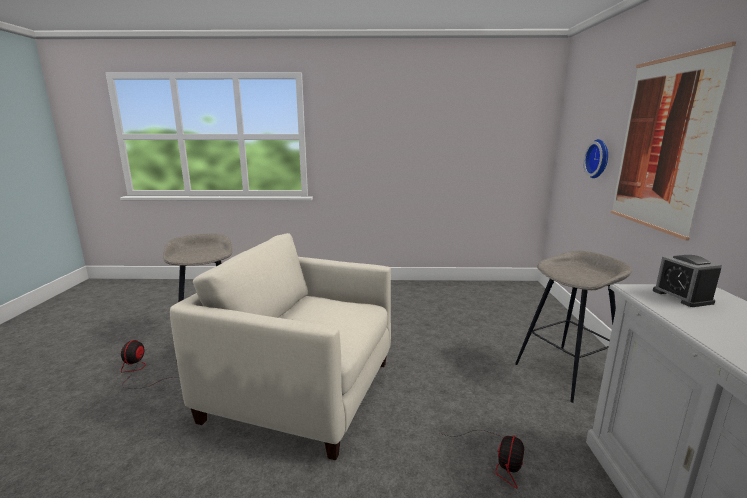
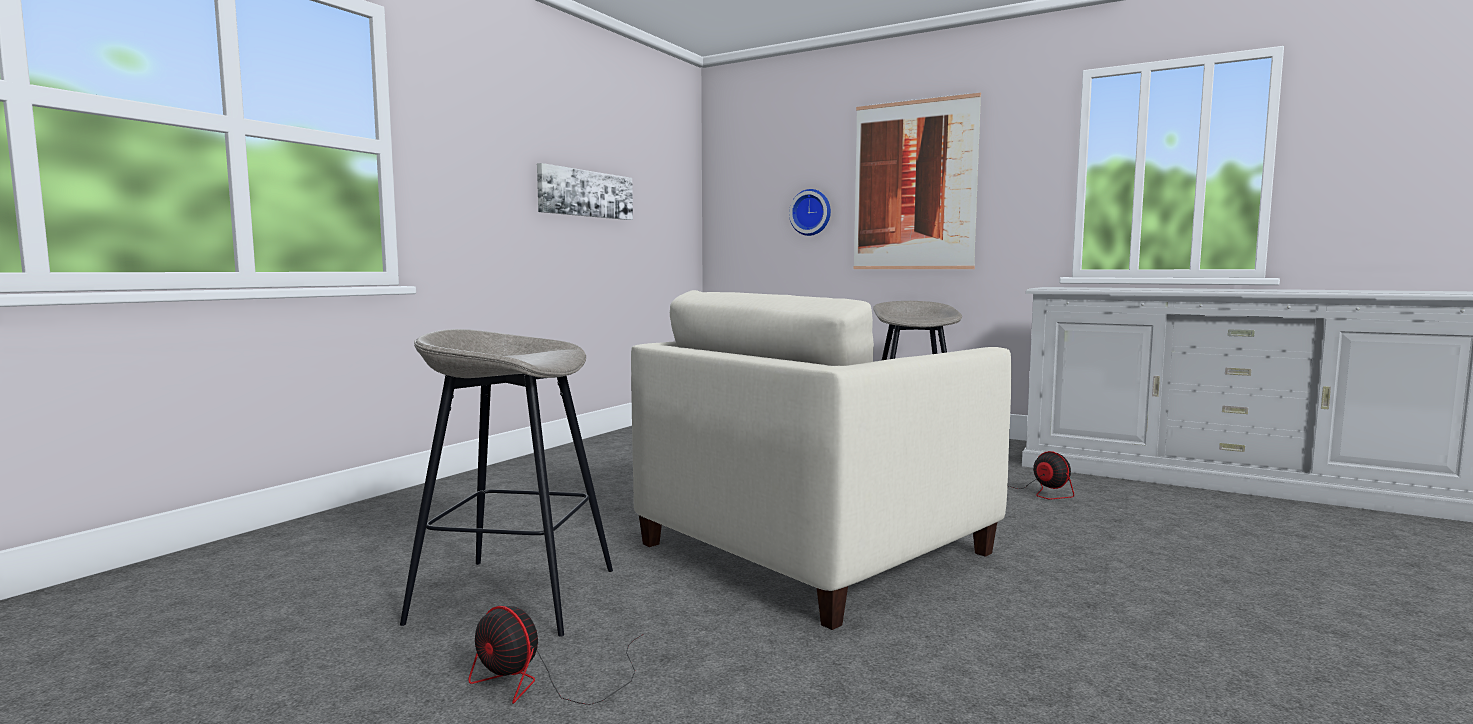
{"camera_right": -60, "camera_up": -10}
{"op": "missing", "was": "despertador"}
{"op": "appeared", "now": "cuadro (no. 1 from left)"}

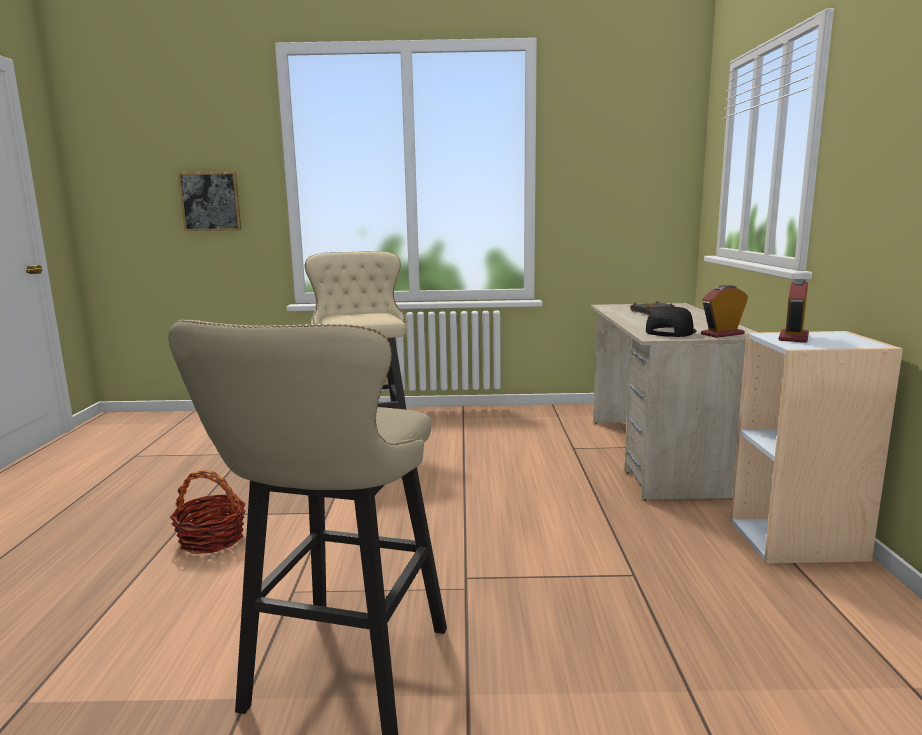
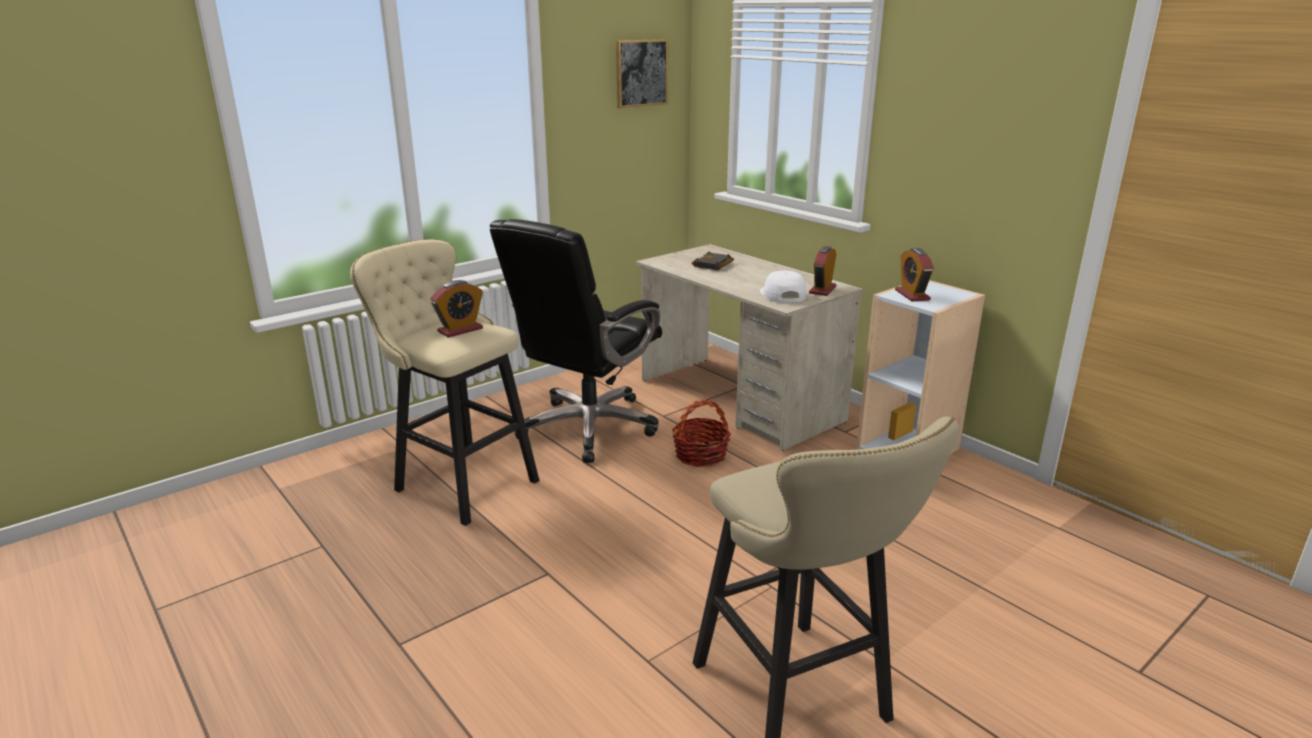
{"camera_right": -40, "camera_up": 10}
{"op": "relocated", "was": "cesta"}
{"op": "relocated", "was": "cuadro"}
{"op": "colour", "was": "gorra/negro", "now": "gorra/blanco"}
{"op": "appeared", "now": "despertador (no. 1 from left)"}
{"op": "appeared", "now": "silla de oficina/negro"}

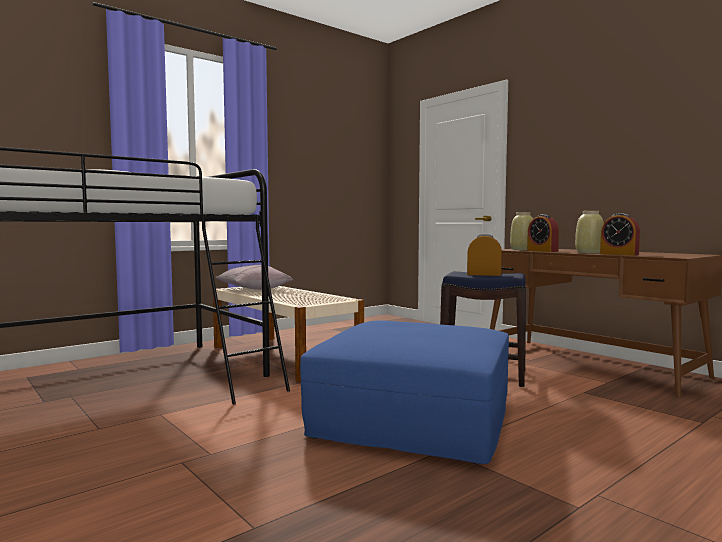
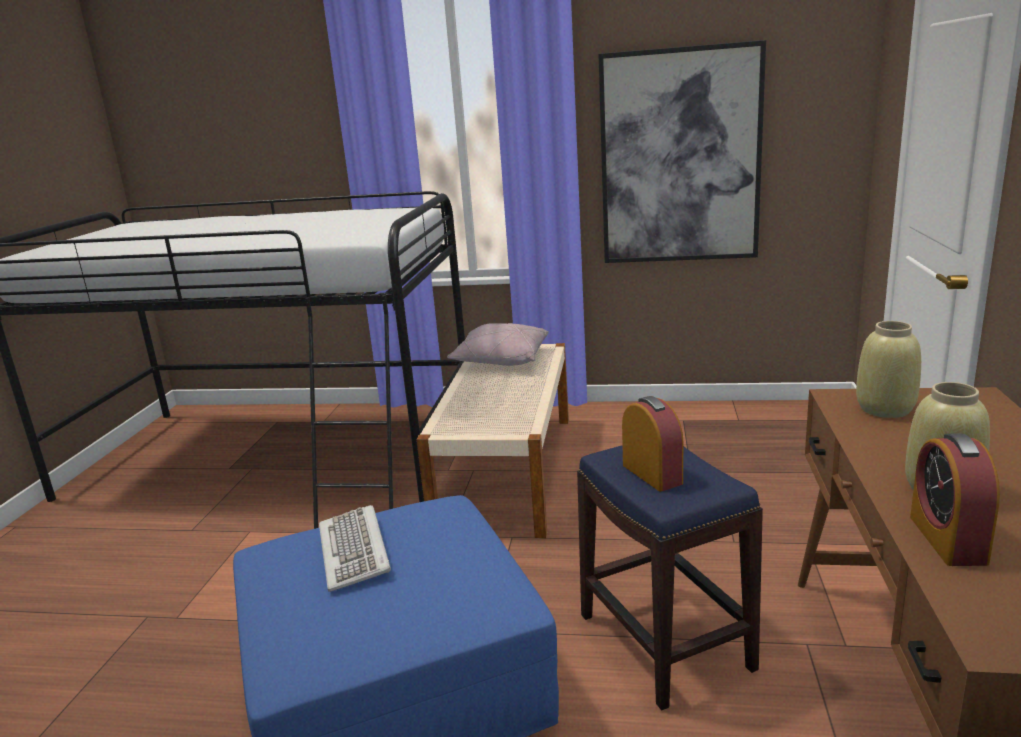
{"camera_right": 50, "camera_up": 15}
{"op": "missing", "was": "despertador (no. 2 from left)"}
{"op": "appeared", "now": "teclado"}
{"op": "appeared", "now": "cuadro"}

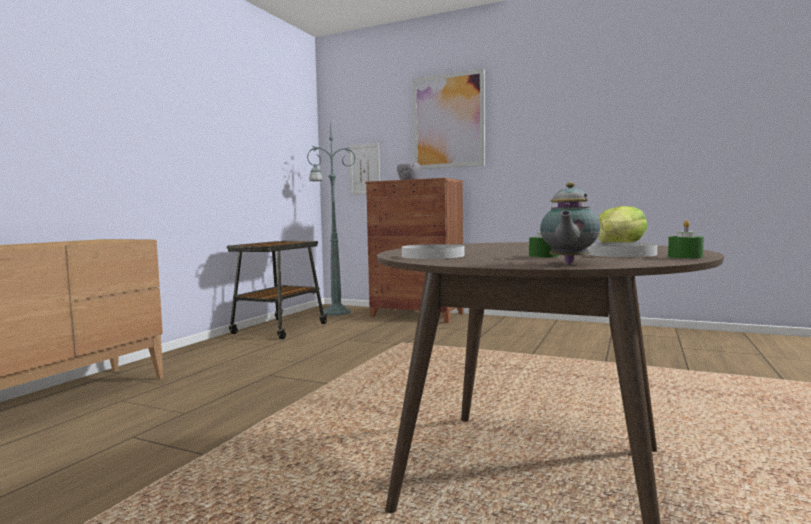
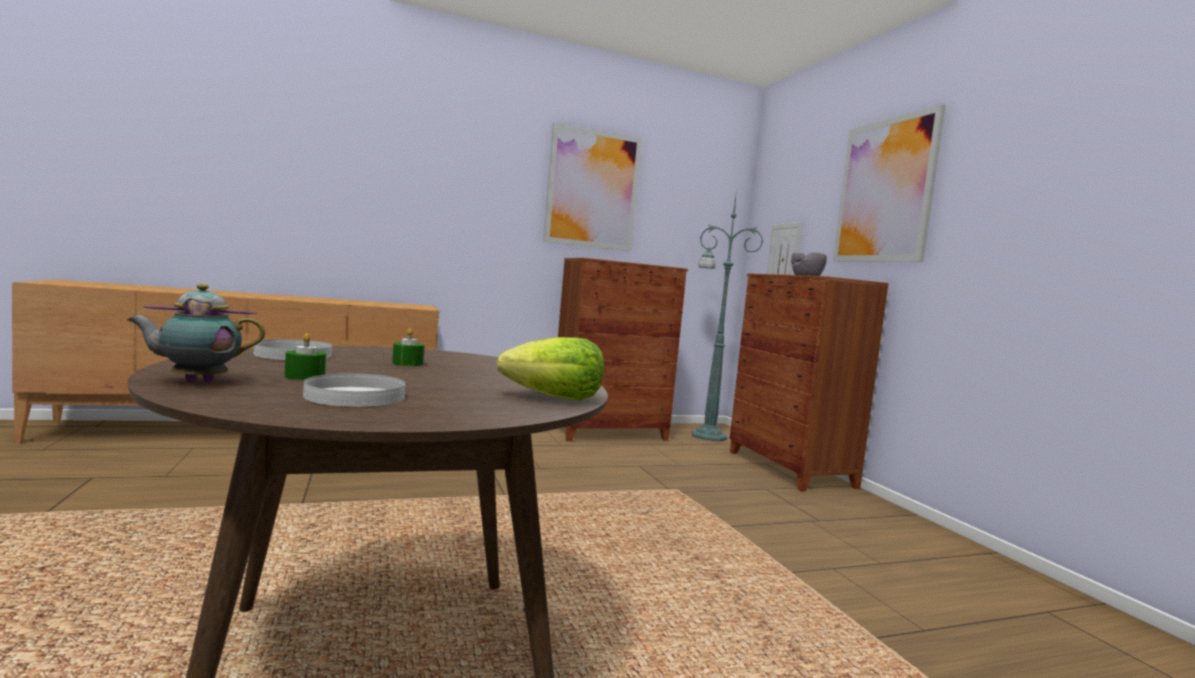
{"camera_right": 45, "camera_up": 0}
{"op": "exchanged", "was": "carrito", "now": "cómoda/marrón (no. 1 from left)"}
{"op": "relocated", "was": "vela/verde (no. 2 from left)"}
{"op": "appeared", "now": "cuadro (no. 1 from left)"}

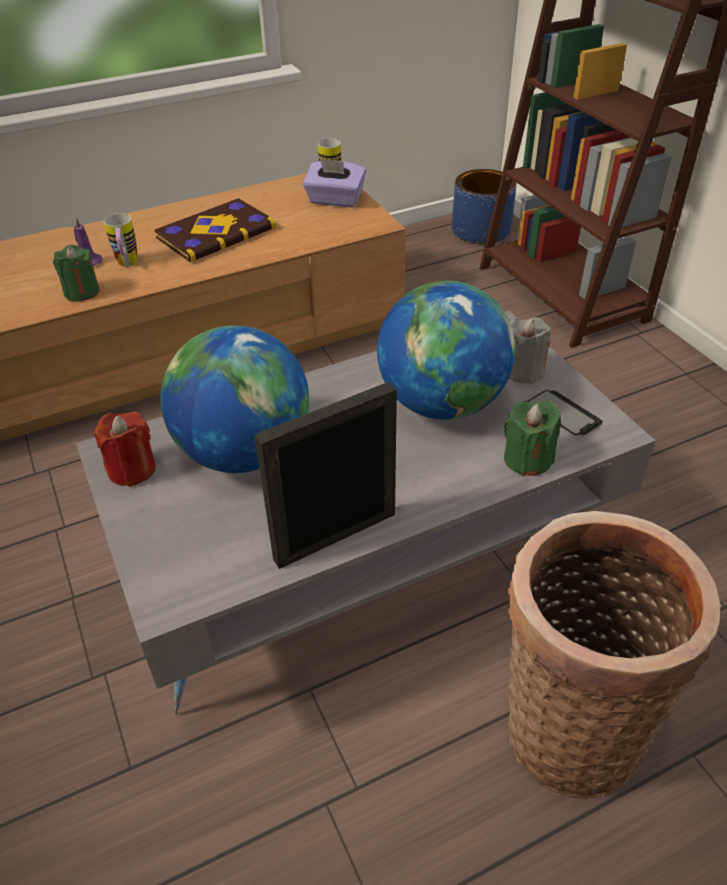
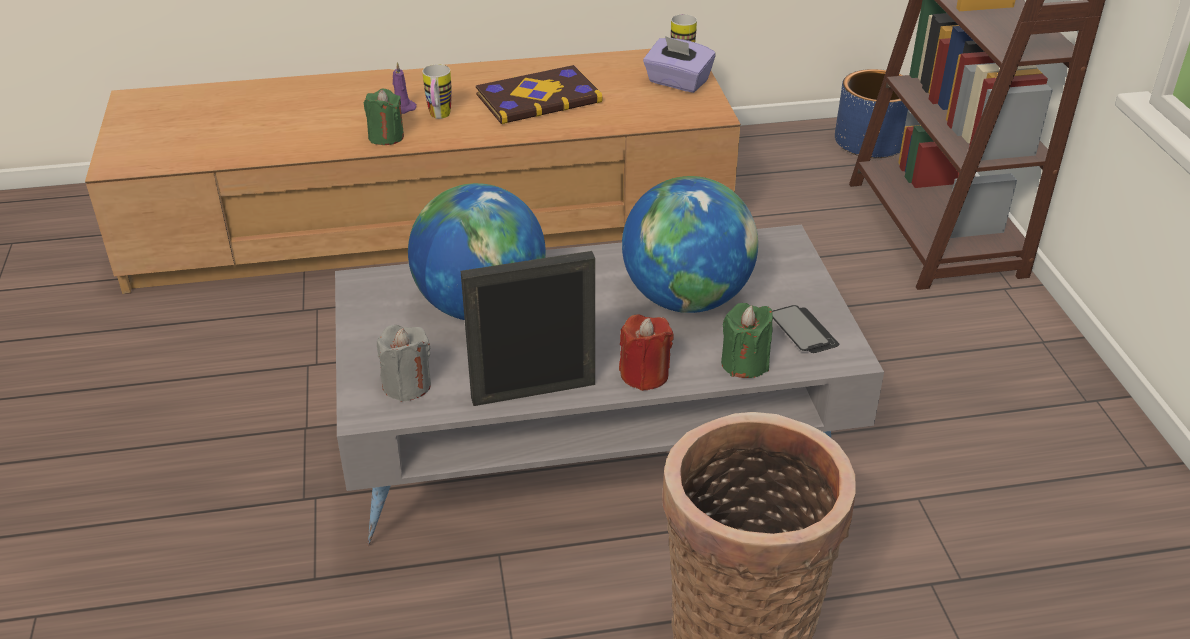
{"camera_right": 15, "camera_up": -5}
{"op": "relocated", "was": "vela/rojo"}
{"op": "relocated", "was": "vela/gris"}

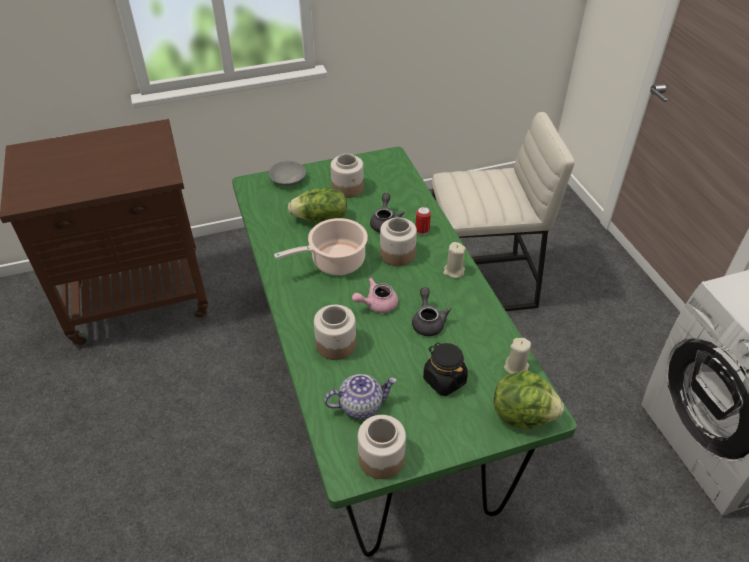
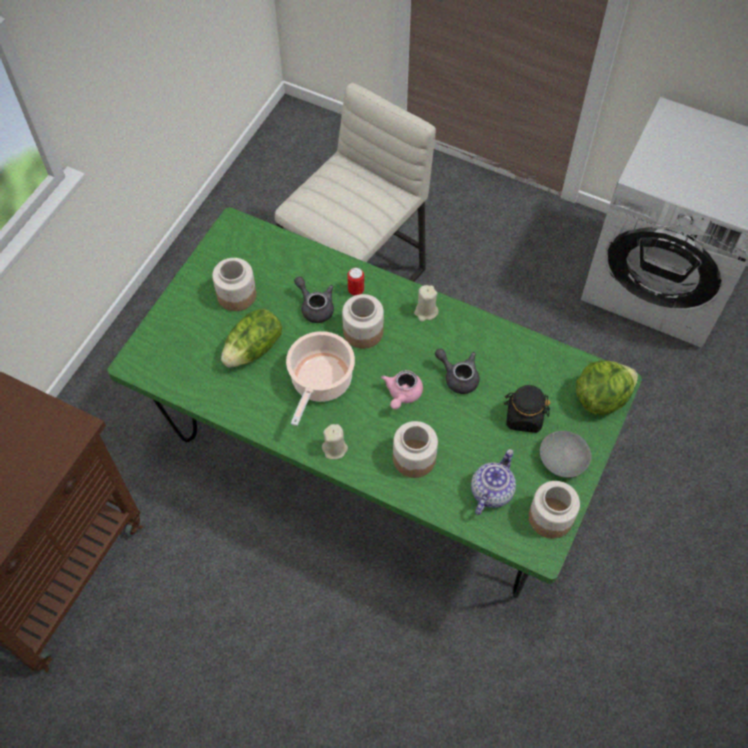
{"camera_right": -45, "camera_up": 15}
{"op": "relocated", "was": "cuenco/gris"}
{"op": "relocated", "was": "vela/beis (no. 2 from left in the first image)", "now": "vela/beis (no. 1 from left)"}

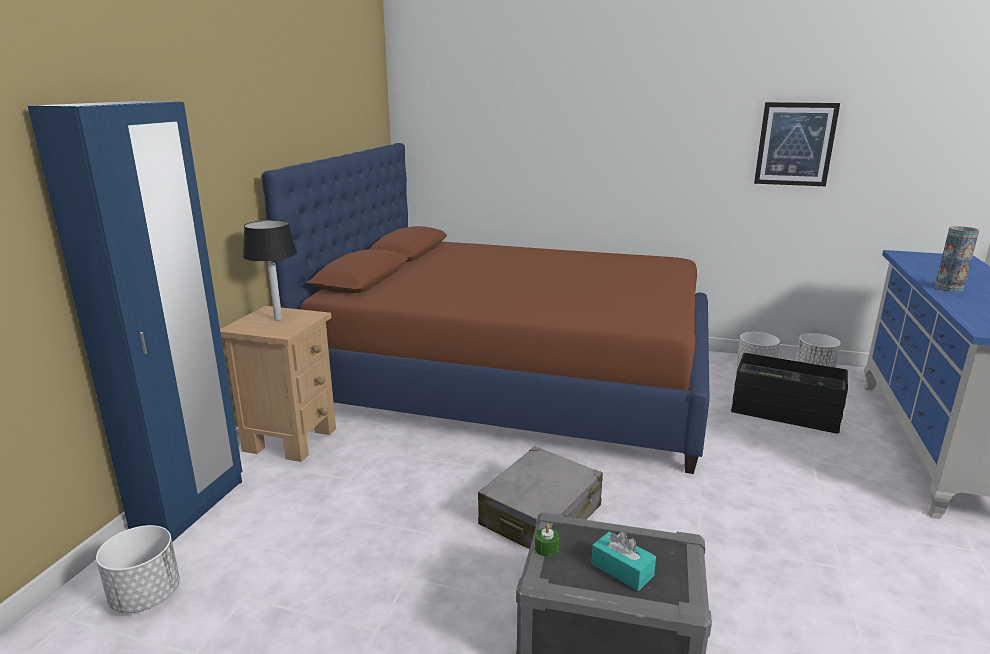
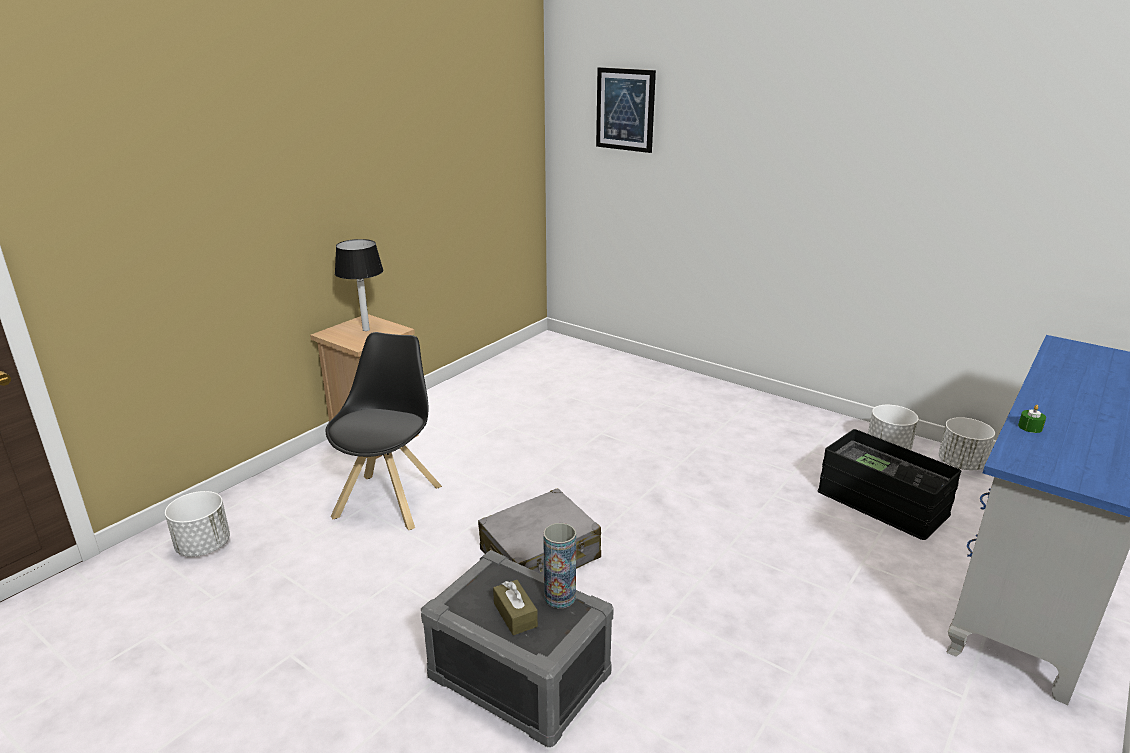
{"camera_right": 20, "camera_up": 5}
{"op": "missing", "was": "armario ropero/azul"}
{"op": "missing", "was": "cama/marrón"}
{"op": "relocated", "was": "vela/verde"}
{"op": "colour", "was": "caja de pañuelos/turquesa", "now": "caja de pañuelos/marrón"}
{"op": "relocated", "was": "cuadro"}
{"op": "relocated", "was": "florero"}
{"op": "appeared", "now": "silla/negro"}

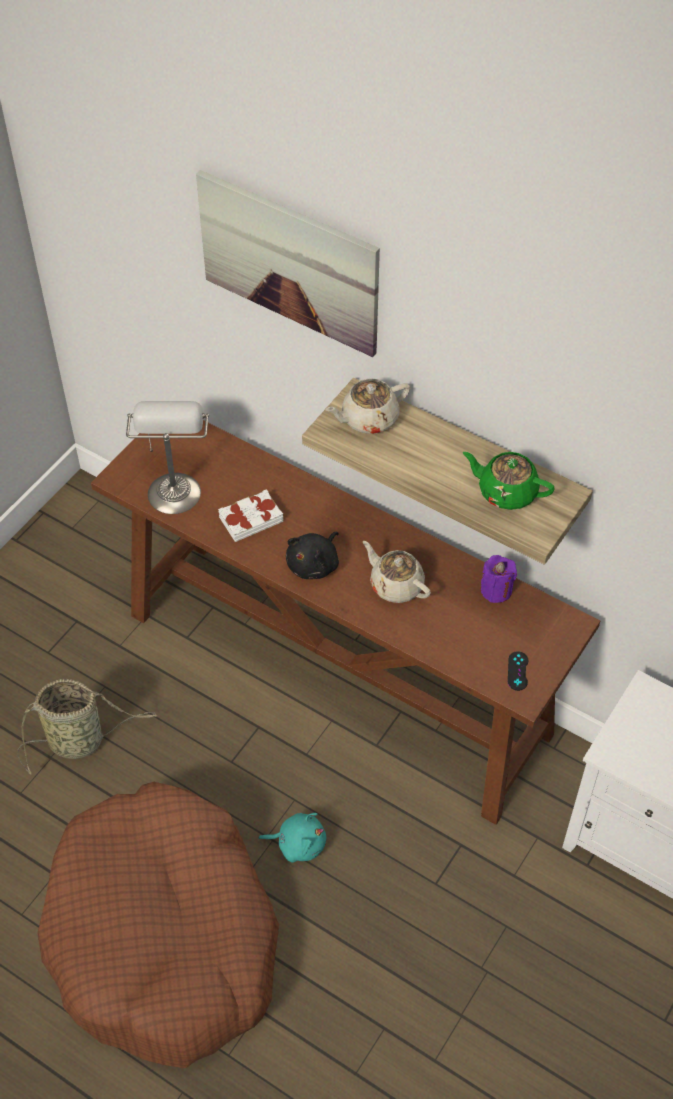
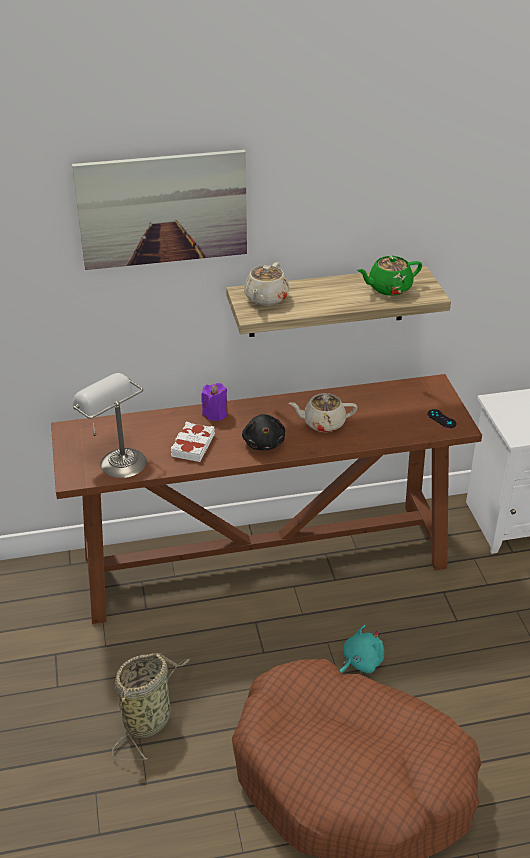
{"camera_right": -45, "camera_up": -15}
{"op": "relocated", "was": "vela/morado"}

